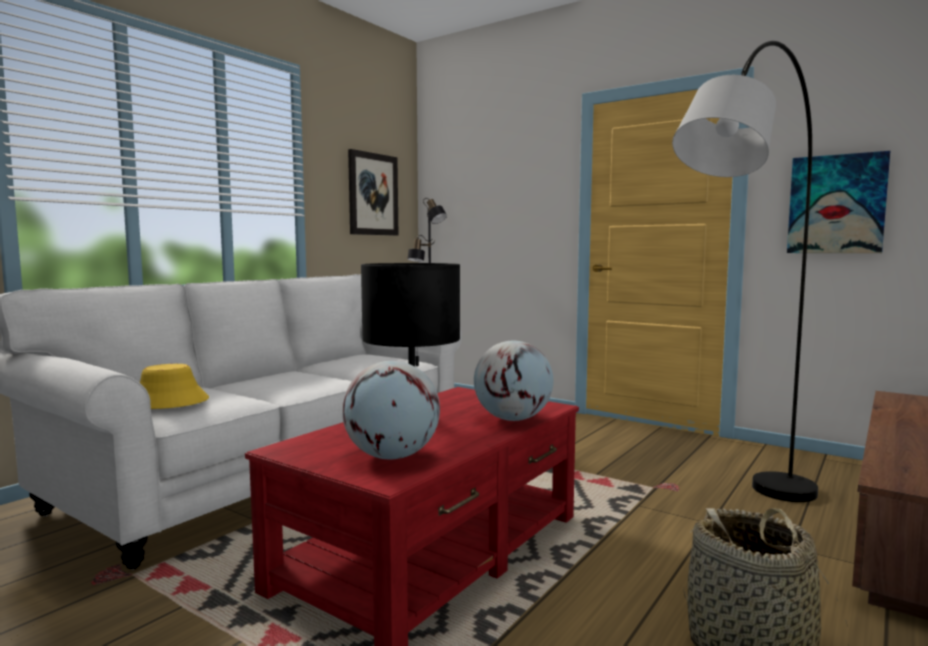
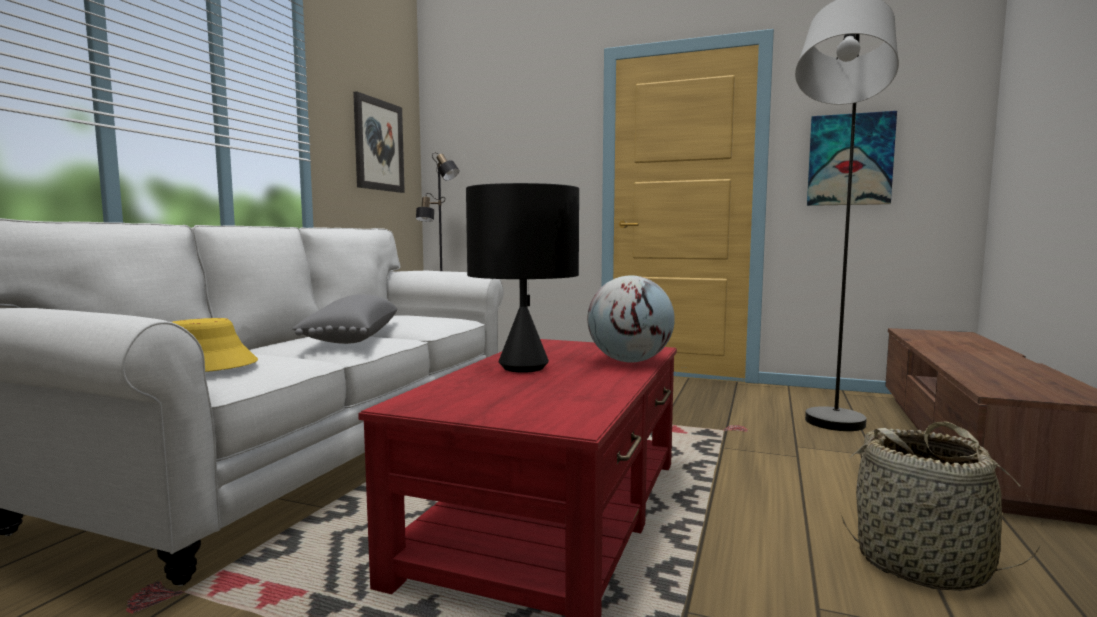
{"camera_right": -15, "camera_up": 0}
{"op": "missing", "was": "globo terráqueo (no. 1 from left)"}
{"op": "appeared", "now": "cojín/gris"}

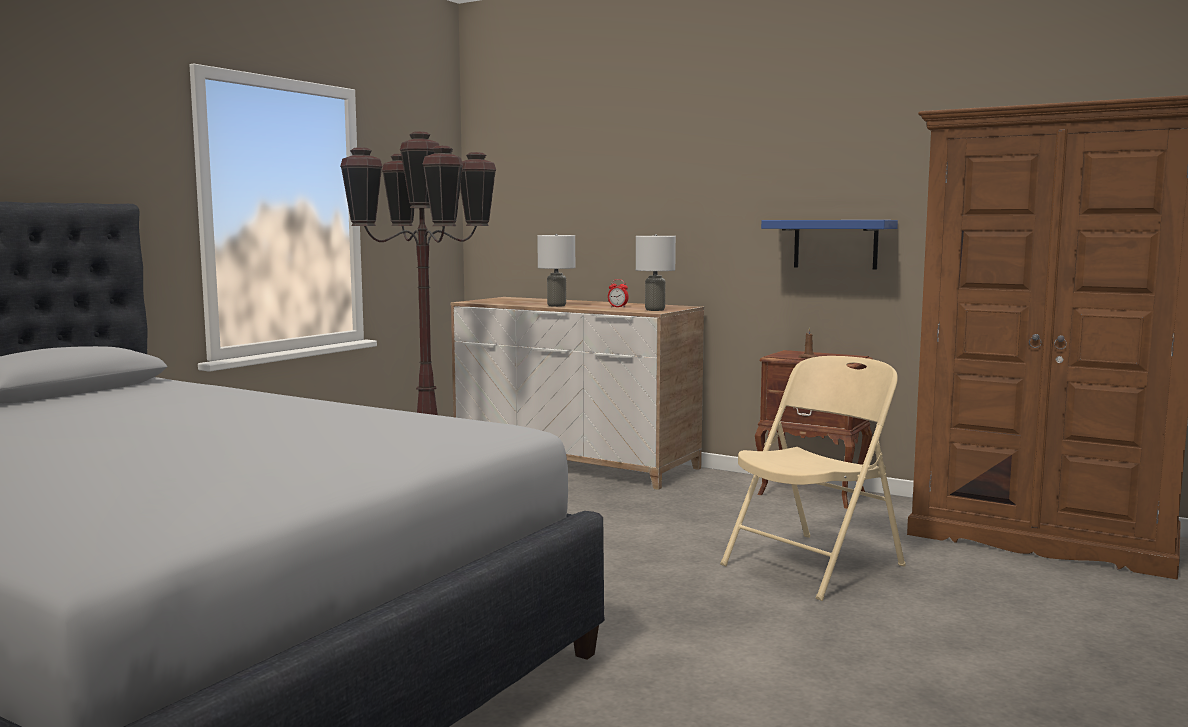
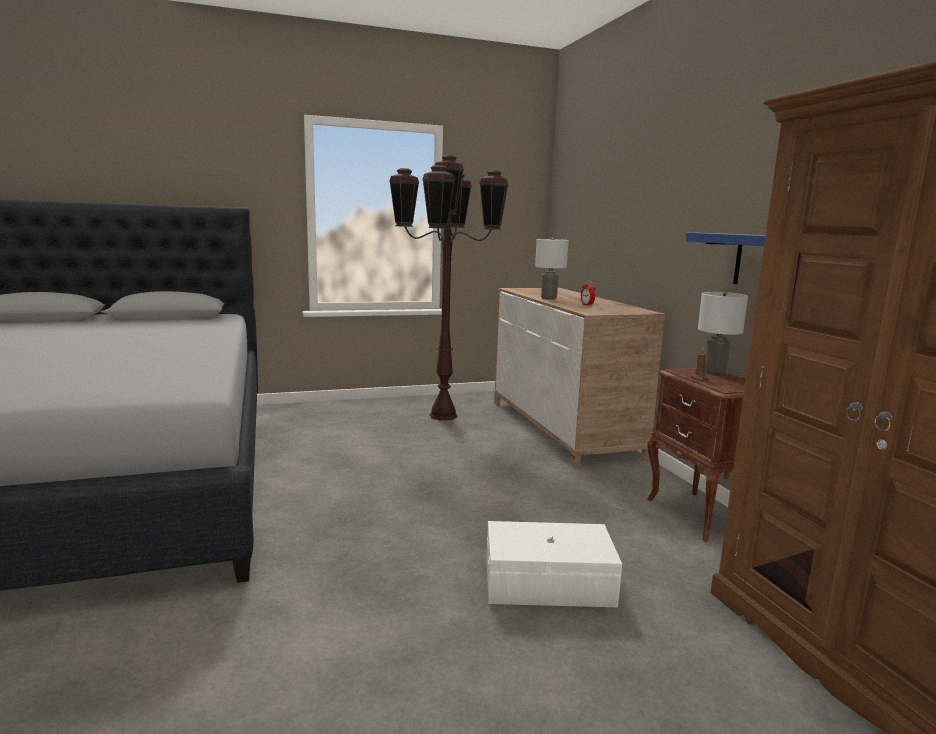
{"camera_right": 40, "camera_up": 5}
{"op": "relocated", "was": "lámpara de mesa/blanco (no. 2 from left)"}
{"op": "exchanged", "was": "silla/beis", "now": "caja de almacenaje/blanco"}

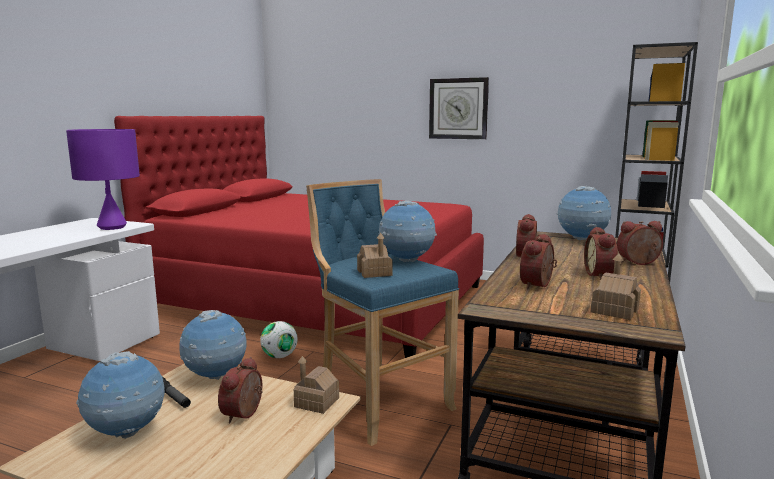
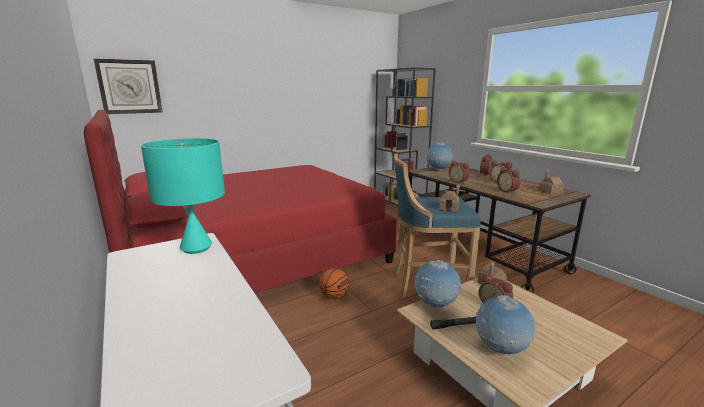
{"camera_right": -55, "camera_up": 5}
{"op": "colour", "was": "lámpara de mesa/morado", "now": "lámpara de mesa/turquesa"}
{"op": "exchanged", "was": "balón de fútbol", "now": "balón de baloncesto"}
{"op": "missing", "was": "globo terráqueo (no. 3 from left)"}
{"op": "relocated", "was": "reloj de pared"}

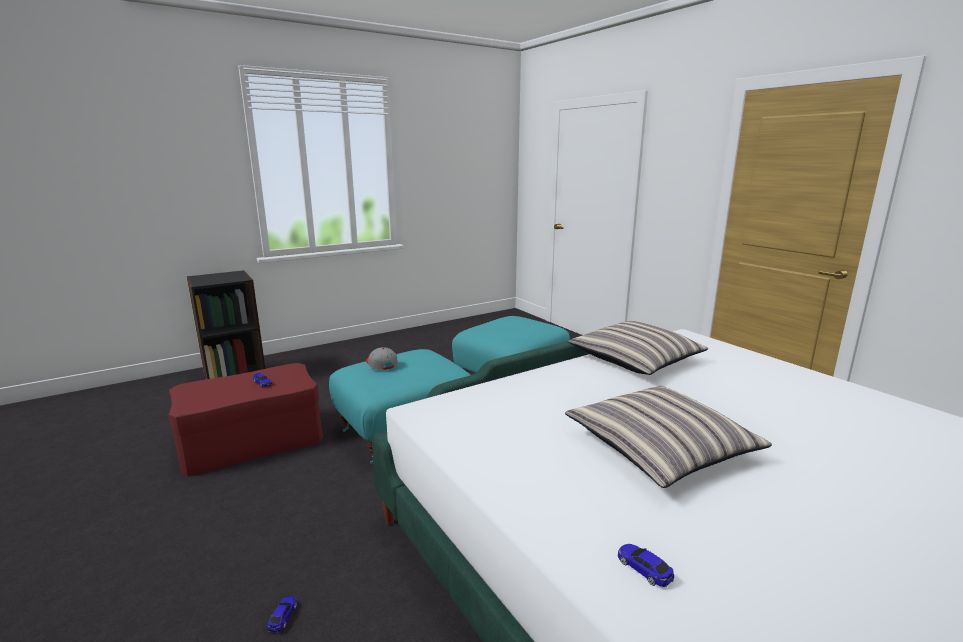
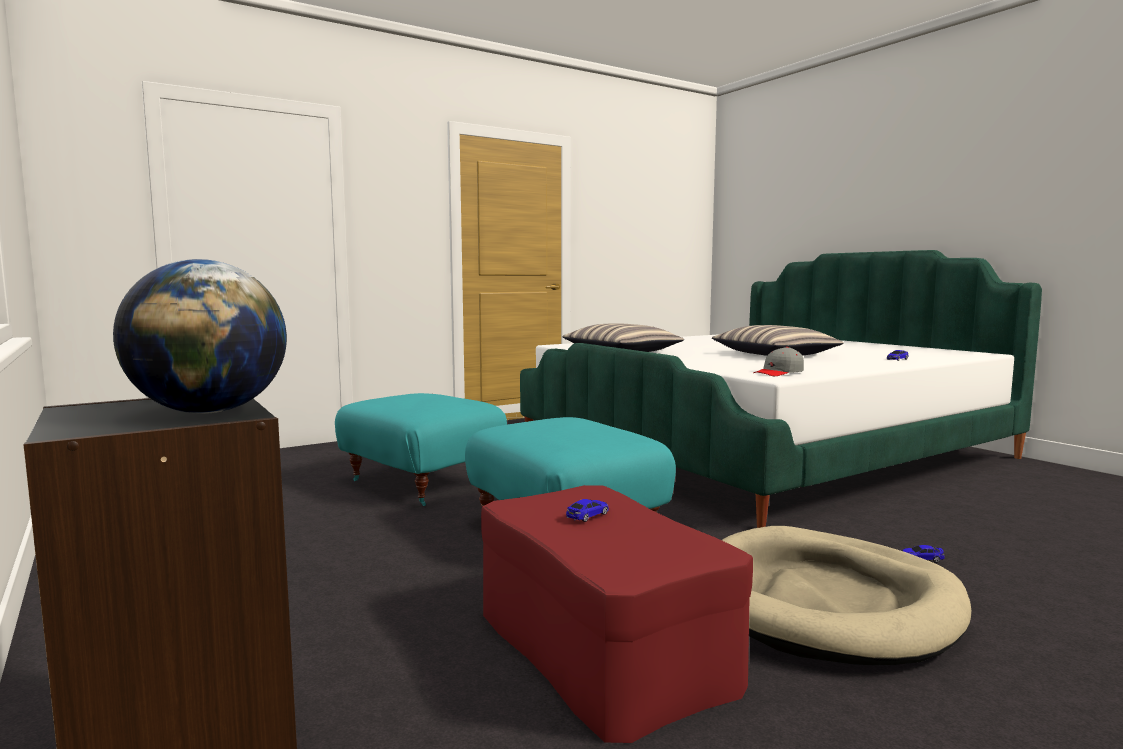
{"camera_right": -90, "camera_up": -10}
{"op": "relocated", "was": "gorra/gris"}
{"op": "appeared", "now": "globo terráqueo"}
{"op": "appeared", "now": "cama para perro/beis"}

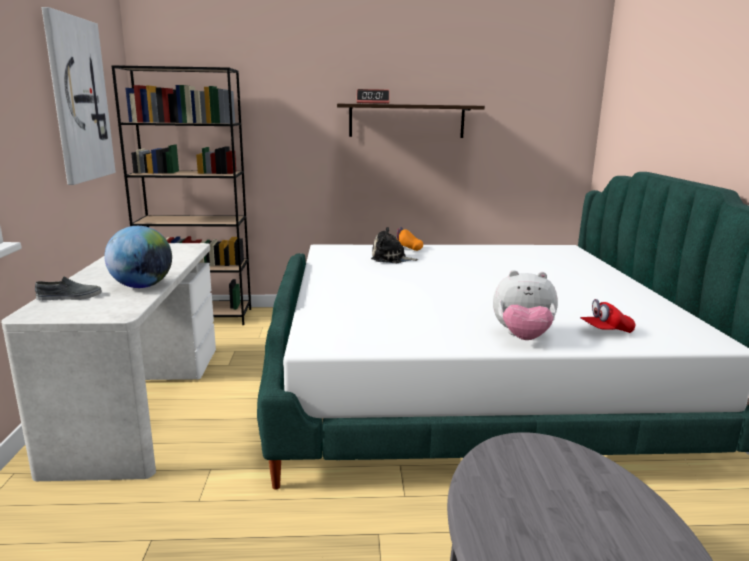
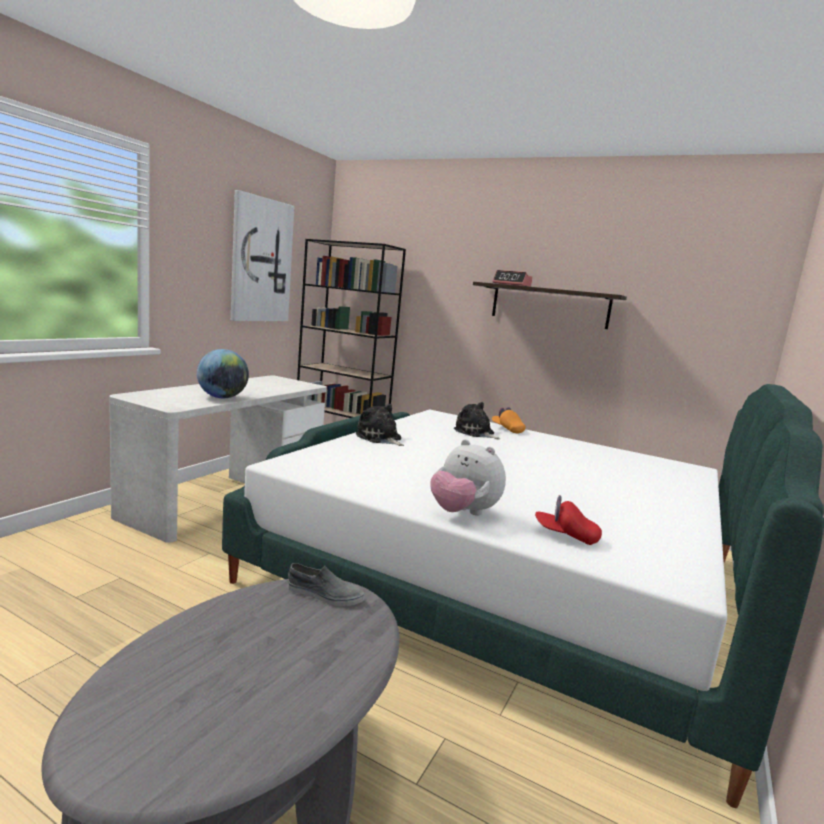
{"camera_right": 30, "camera_up": -5}
{"op": "relocated", "was": "zapato/gris"}
{"op": "appeared", "now": "peluche (no. 1 from left)"}

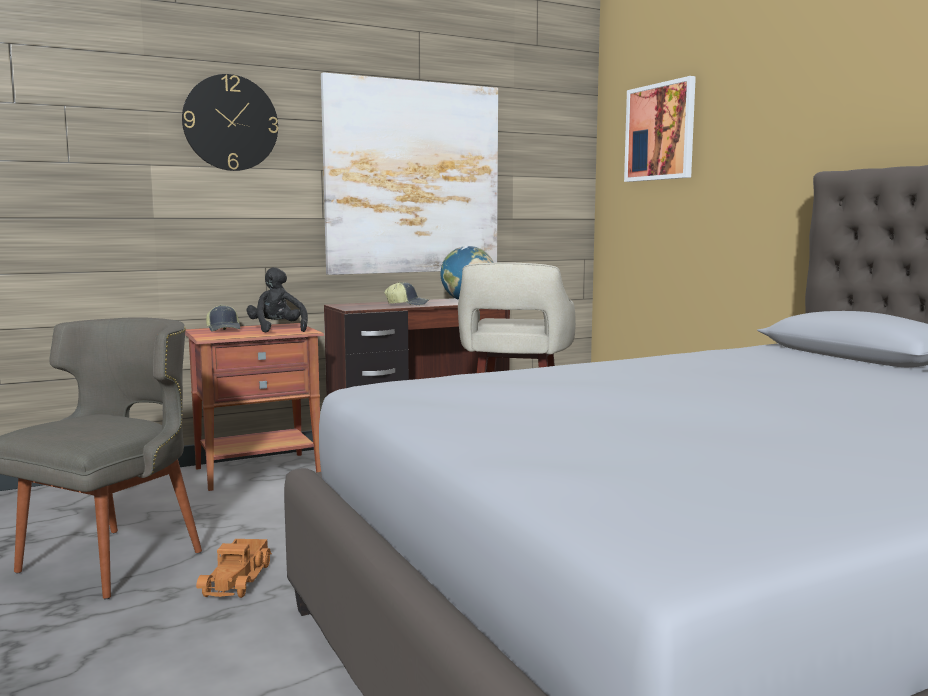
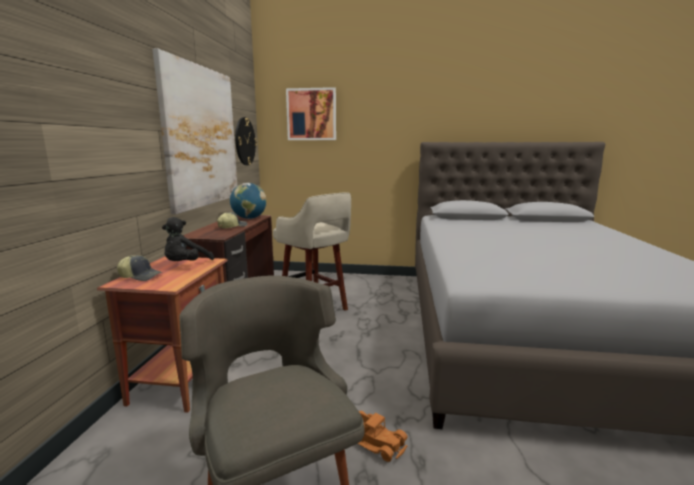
{"camera_right": -55, "camera_up": 5}
{"op": "relocated", "was": "reloj de pared"}
{"op": "spun", "was": "peluche/negro", "clockwise": -75}

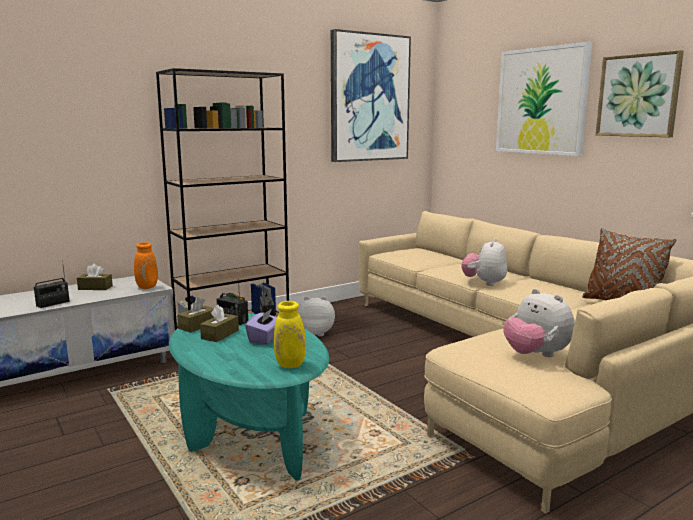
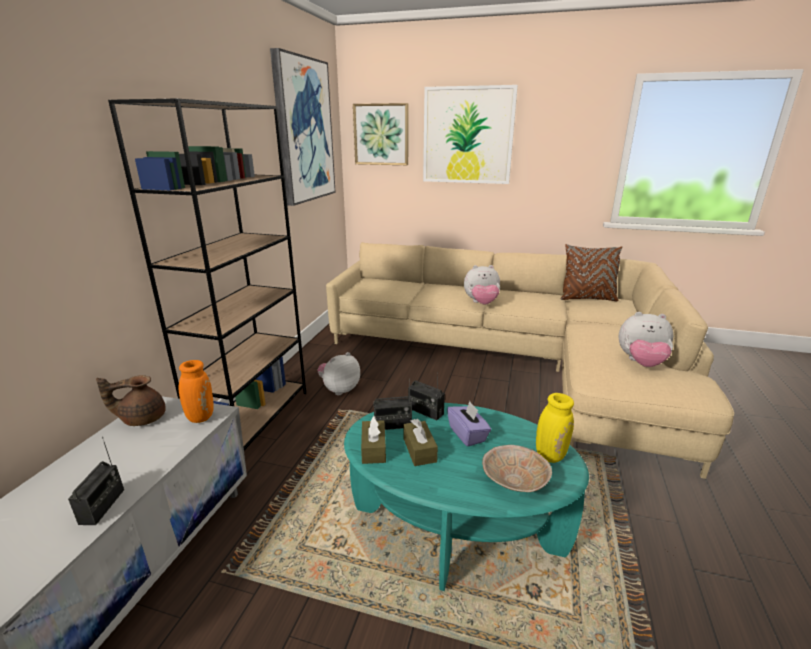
{"camera_right": -40, "camera_up": 10}
{"op": "missing", "was": "caja de pañuelos/marrón (no. 1 from left)"}
{"op": "spun", "was": "peluche (no. 2 from left)", "clockwise": -75}
{"op": "relocated", "was": "cuadro (no. 3 from left in the first image)", "now": "cuadro (no. 2 from left)"}
{"op": "appeared", "now": "tetera/marrón"}
{"op": "appeared", "now": "cuenco/beis"}

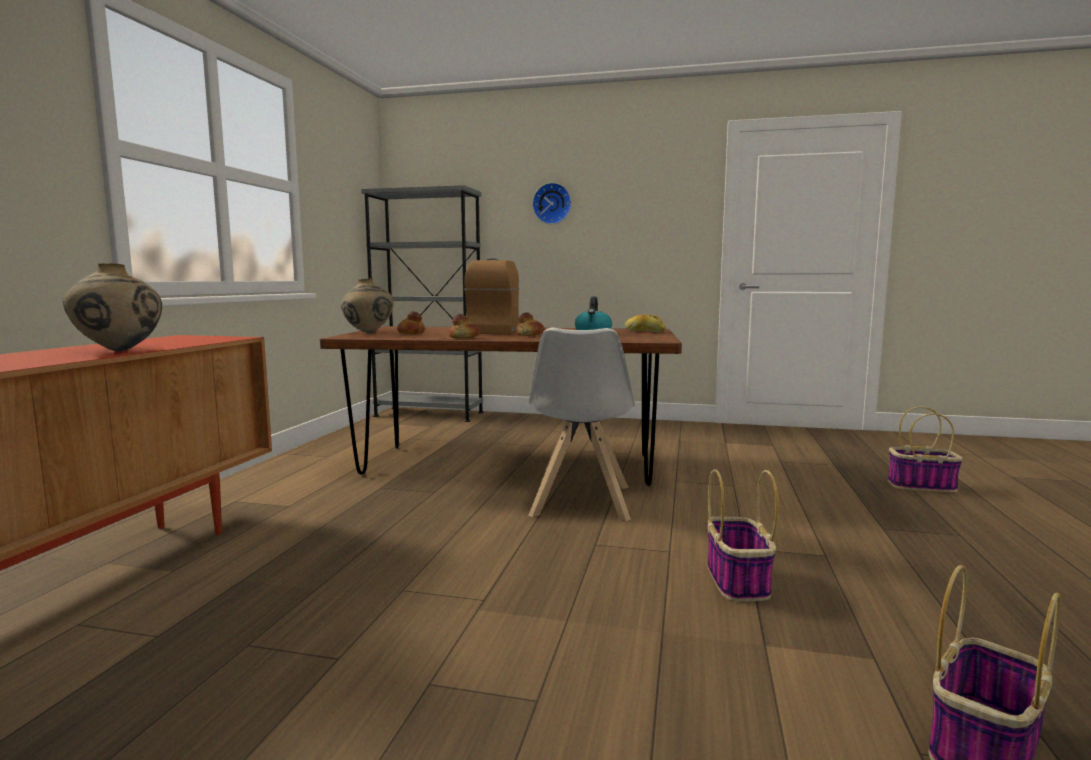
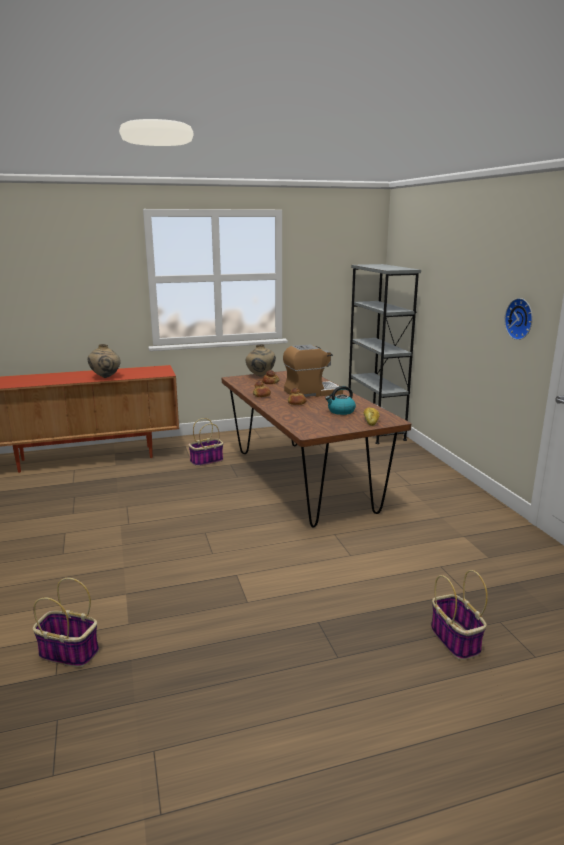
{"camera_right": 60, "camera_up": 10}
{"op": "missing", "was": "silla"}
{"op": "relocated", "was": "reloj de pared"}
{"op": "relocated", "was": "cesta (no. 1 from left in the first image)", "now": "cesta (no. 2 from left)"}

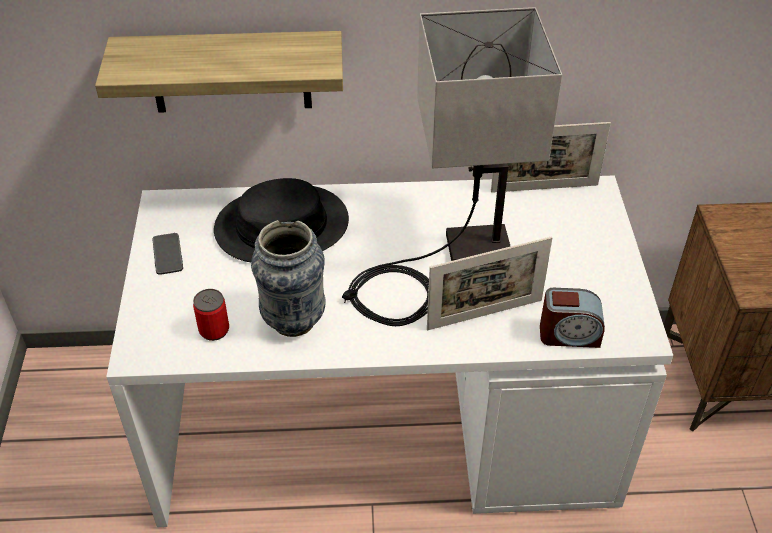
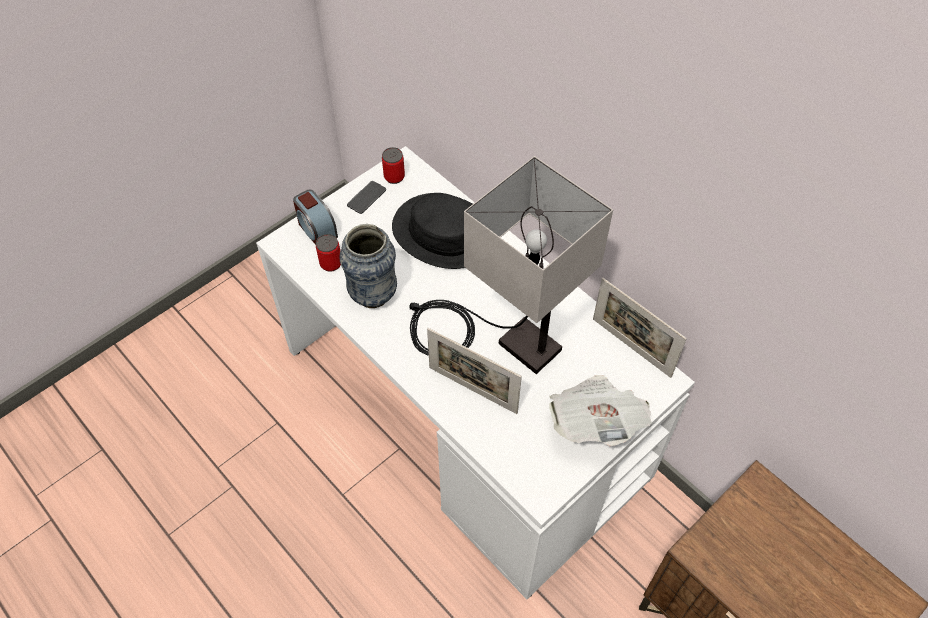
{"camera_right": 50, "camera_up": 10}
{"op": "missing", "was": "estante"}
{"op": "relocated", "was": "despertador"}
{"op": "appeared", "now": "lata (no. 2 from left)"}
{"op": "appeared", "now": "periódico"}

